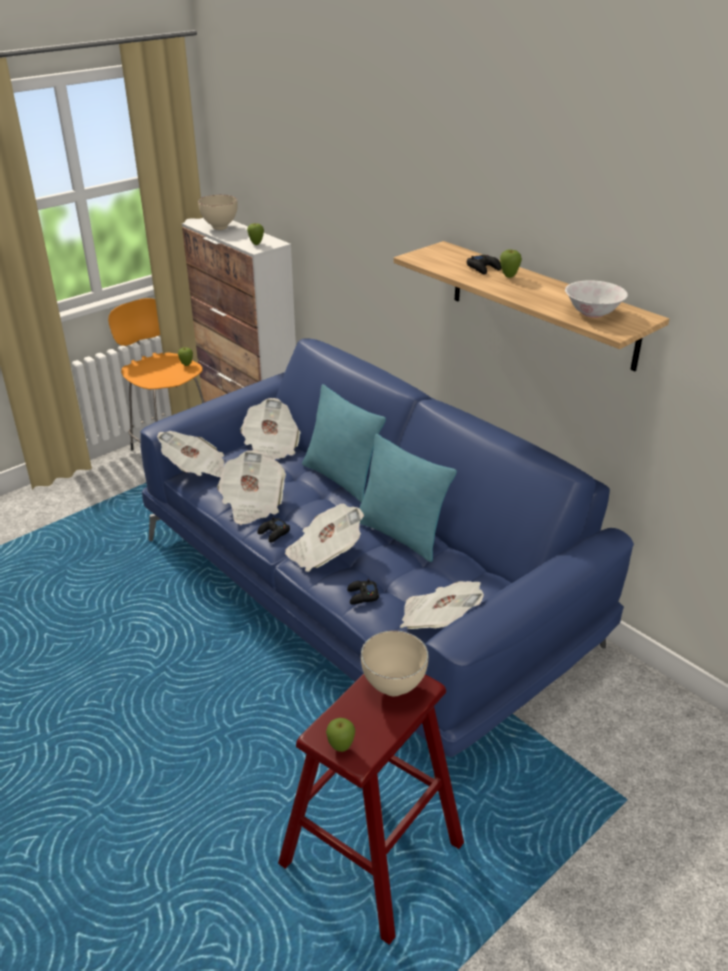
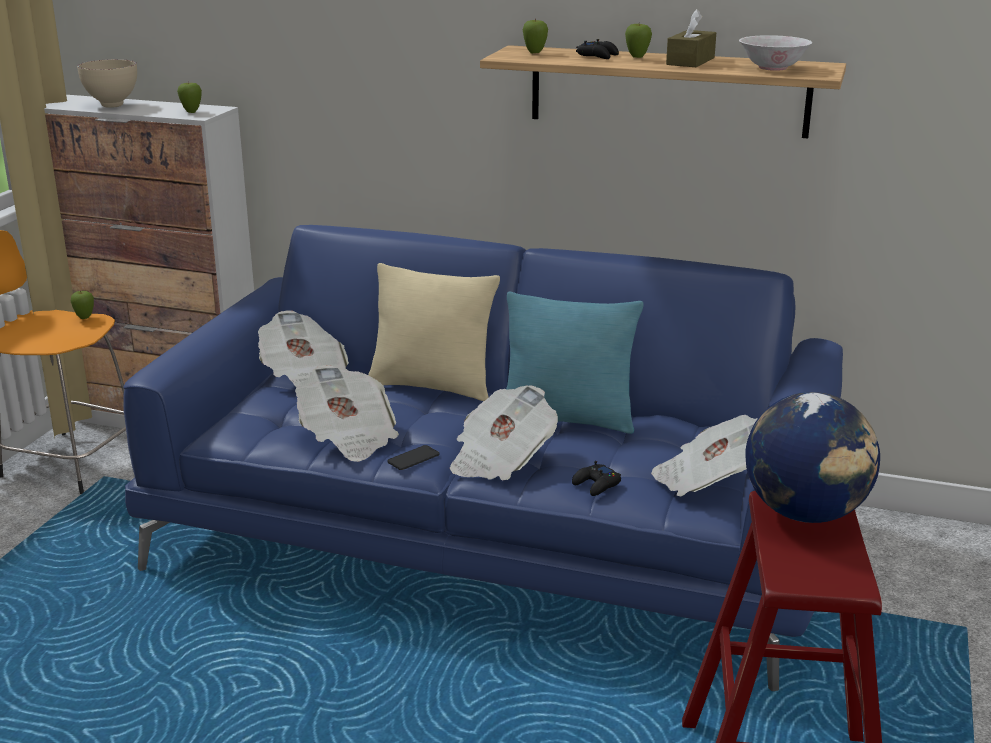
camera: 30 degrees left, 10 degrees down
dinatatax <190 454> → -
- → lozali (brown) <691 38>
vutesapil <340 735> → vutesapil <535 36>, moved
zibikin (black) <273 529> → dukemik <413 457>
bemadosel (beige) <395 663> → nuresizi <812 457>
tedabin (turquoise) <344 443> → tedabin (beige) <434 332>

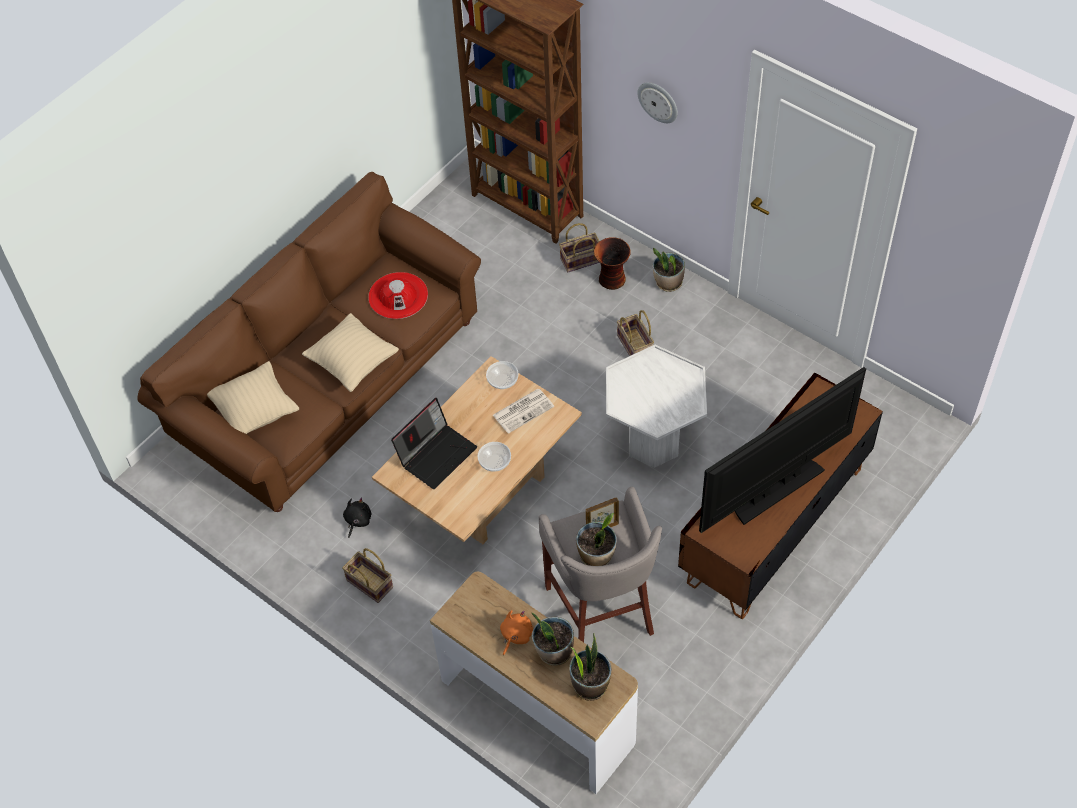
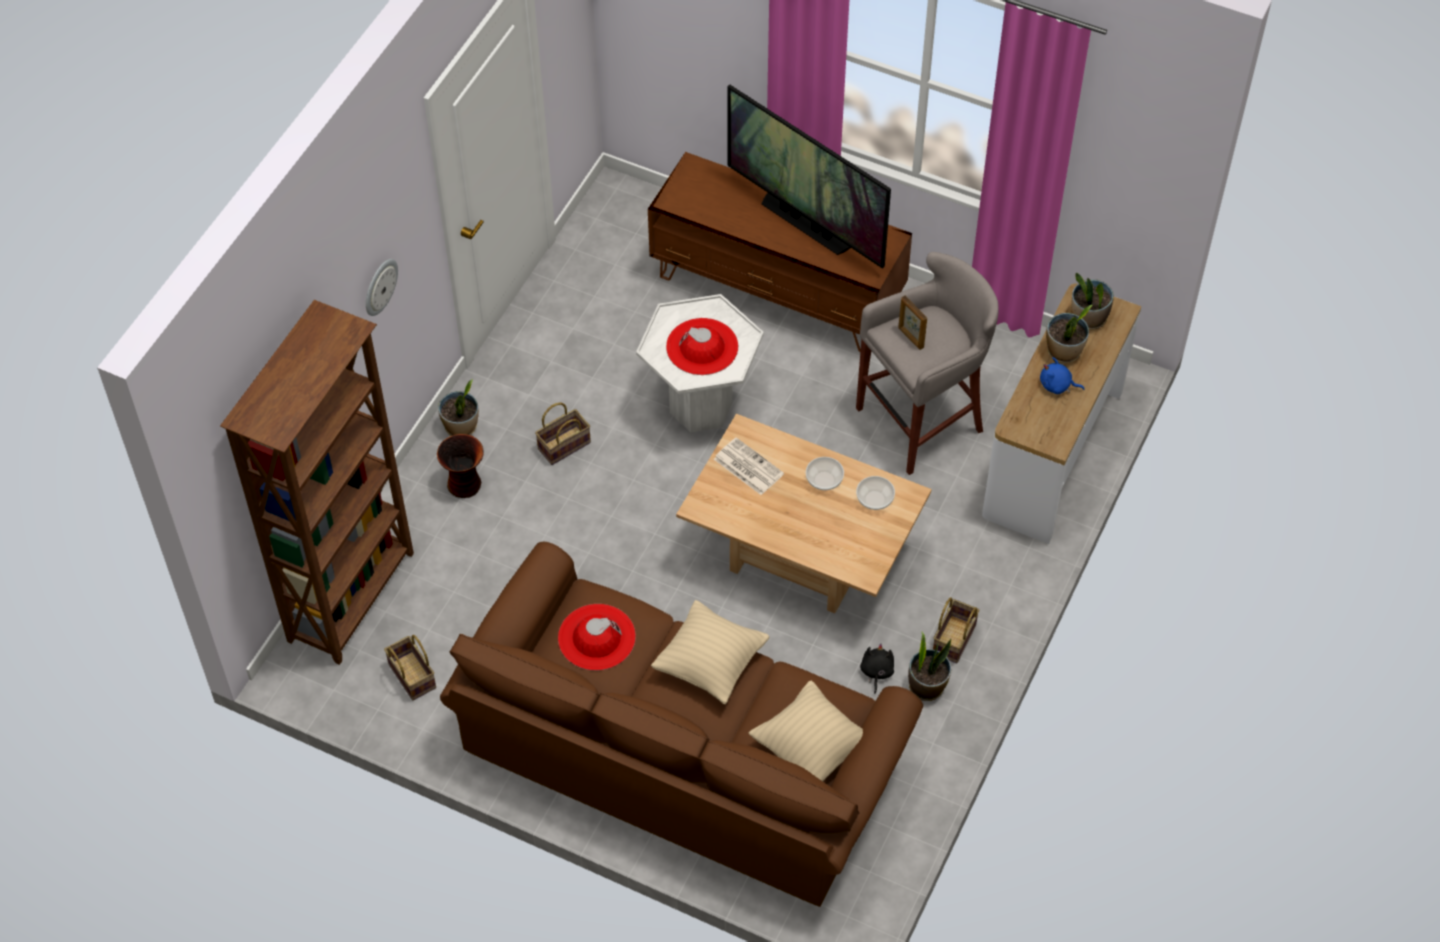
camera: 105 degrees left, 0 degrees up
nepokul <434 443> → -
- → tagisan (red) <702 346>
bemadosel <502 375> → bemadosel <875 493>, moved
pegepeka <579 247> → pegepeka <410 668>, moved
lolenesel <596 539> → lolenesel <929 666>, moved
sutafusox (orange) <516 633> → sutafusox (blue) <1062 375>
sutafusox (black) <357 518> → sutafusox (black) <877 669>, 90 degrees clockwise

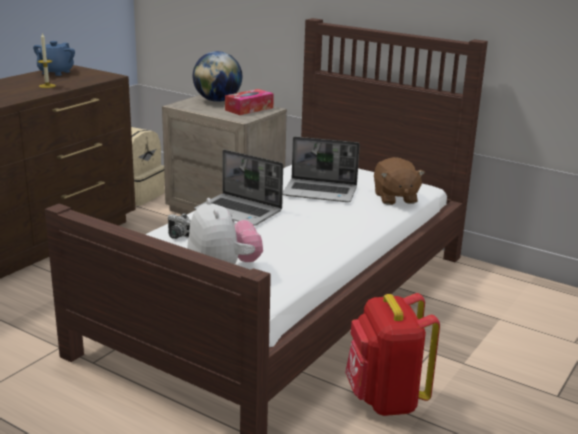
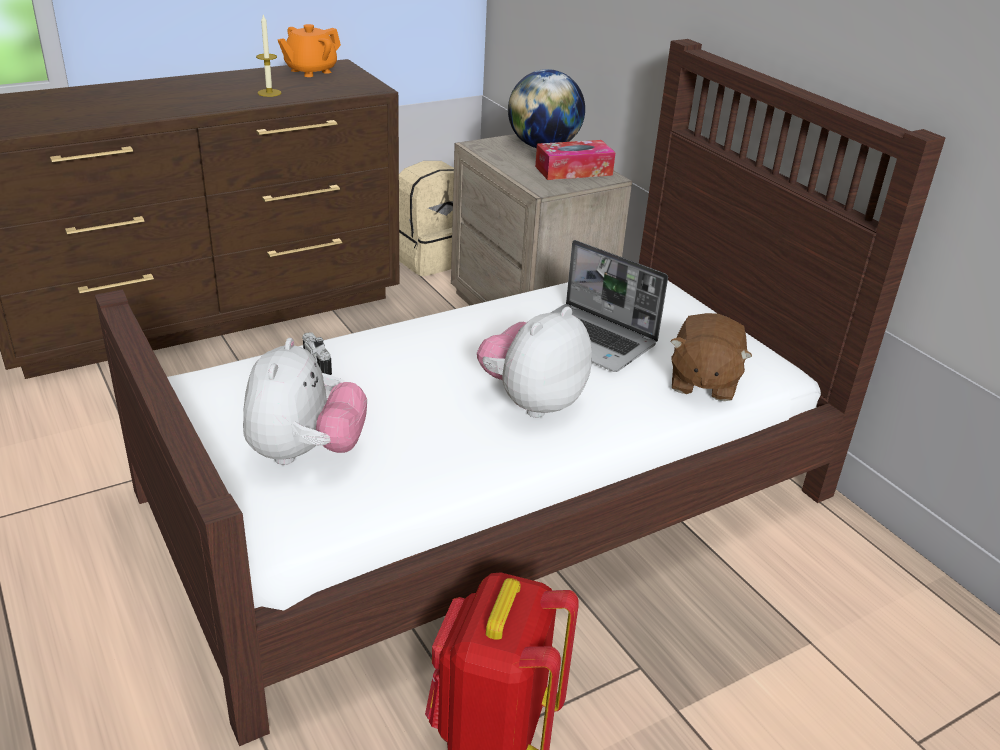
camera: 25 degrees right, 10 degrees up
nepokul <238 188> → -
- → sutafusox <534 362>
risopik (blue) <54 58> → risopik (orange) <309 50>

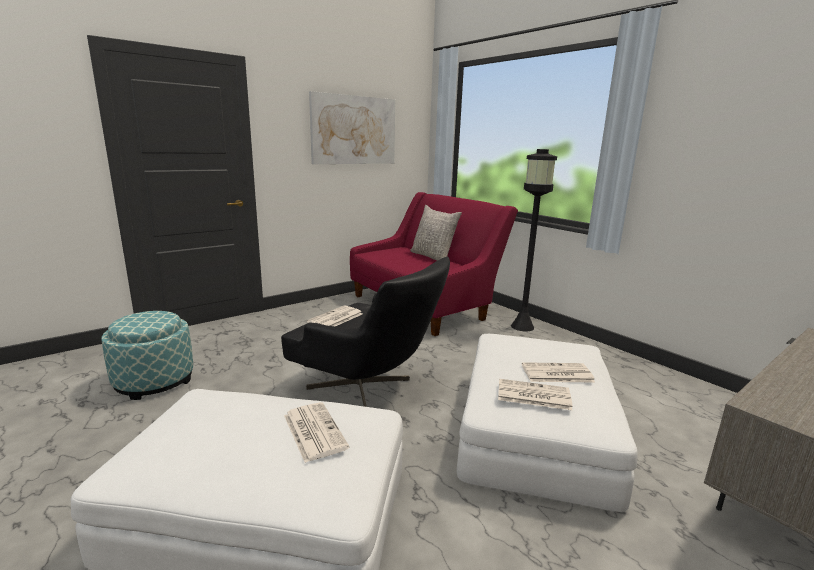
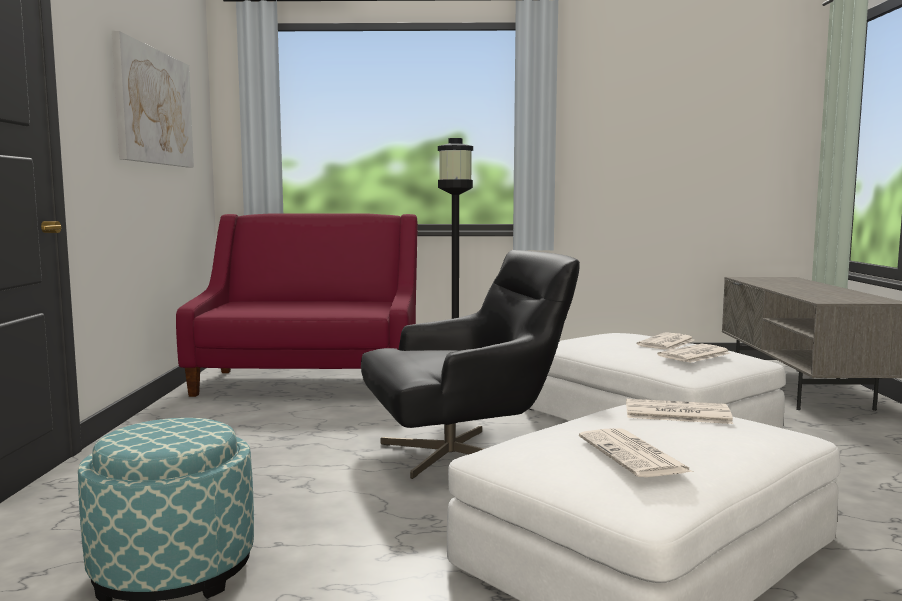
camera: 50 degrees left, 10 degrees down
tedabin (grey) <436 233> → -
dinatatax <334 316> → dinatatax <636 452>, moved

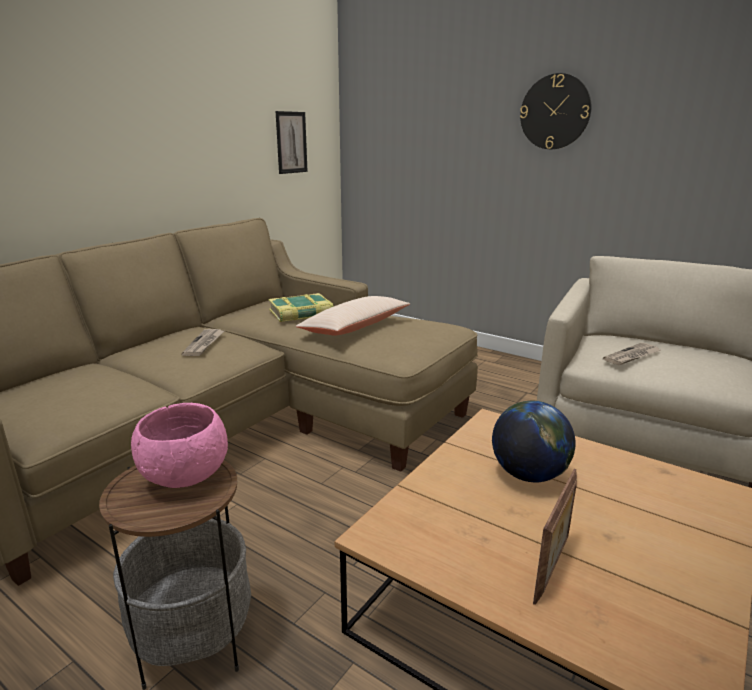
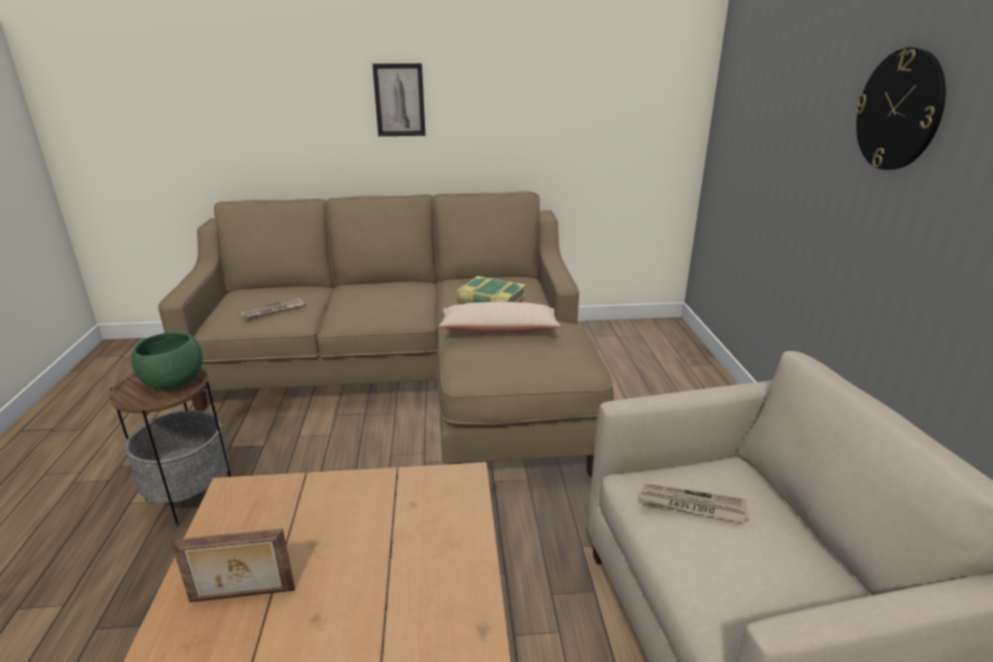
camera: 50 degrees right, 5 degrees up
nuresizi <534 441> → -
dinatatax <202 342> → dinatatax <272 309>, moved
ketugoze <292 142> → ketugoze <398 99>, moved
bemadosel (pink) <179 445> → bemadosel (green) <167 360>

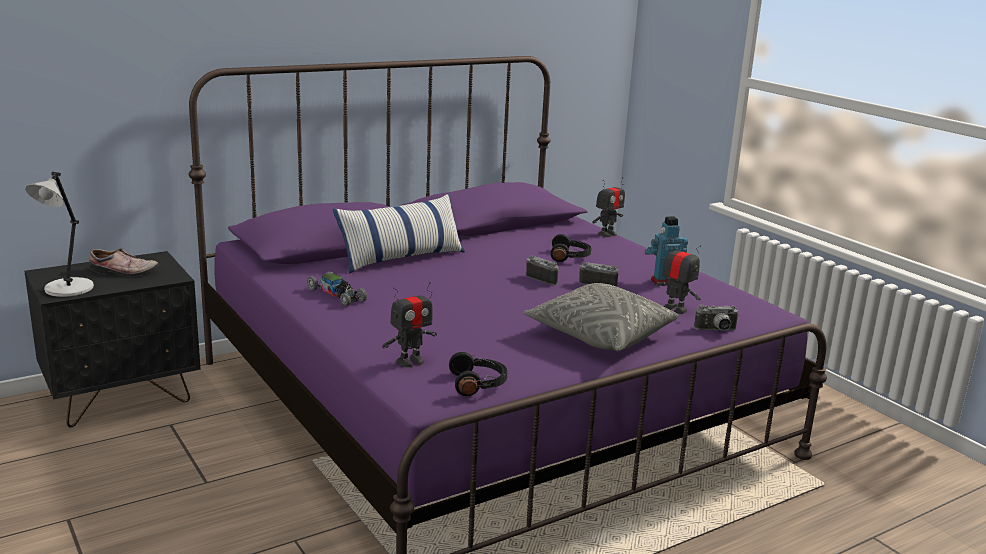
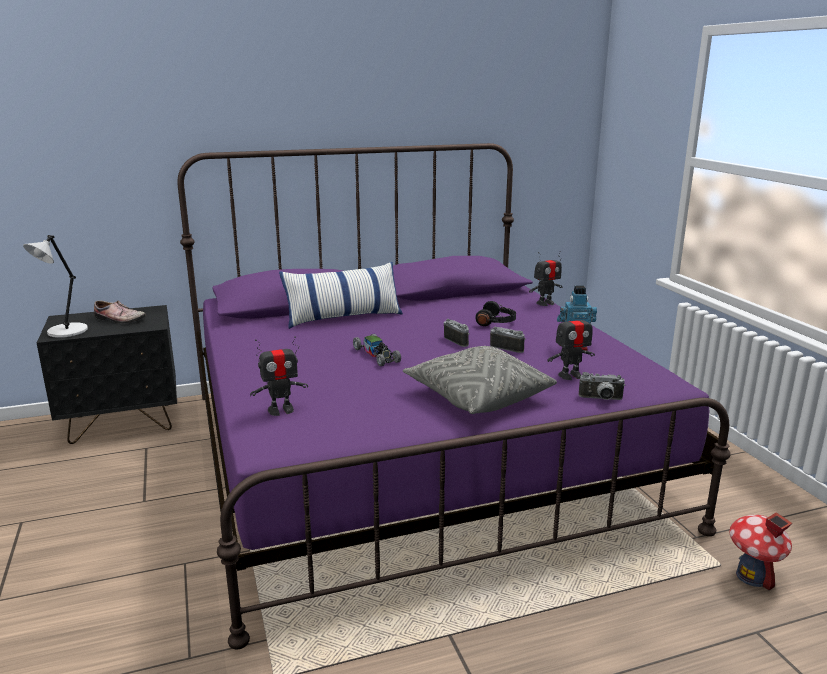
camera: 15 degrees right, 0 degrees up
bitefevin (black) <478 374> → -
- → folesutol <760 551>
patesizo <337 289> → patesizo <377 350>, moved
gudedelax <677 276> → gudedelax <571 344>, 105 degrees clockwise

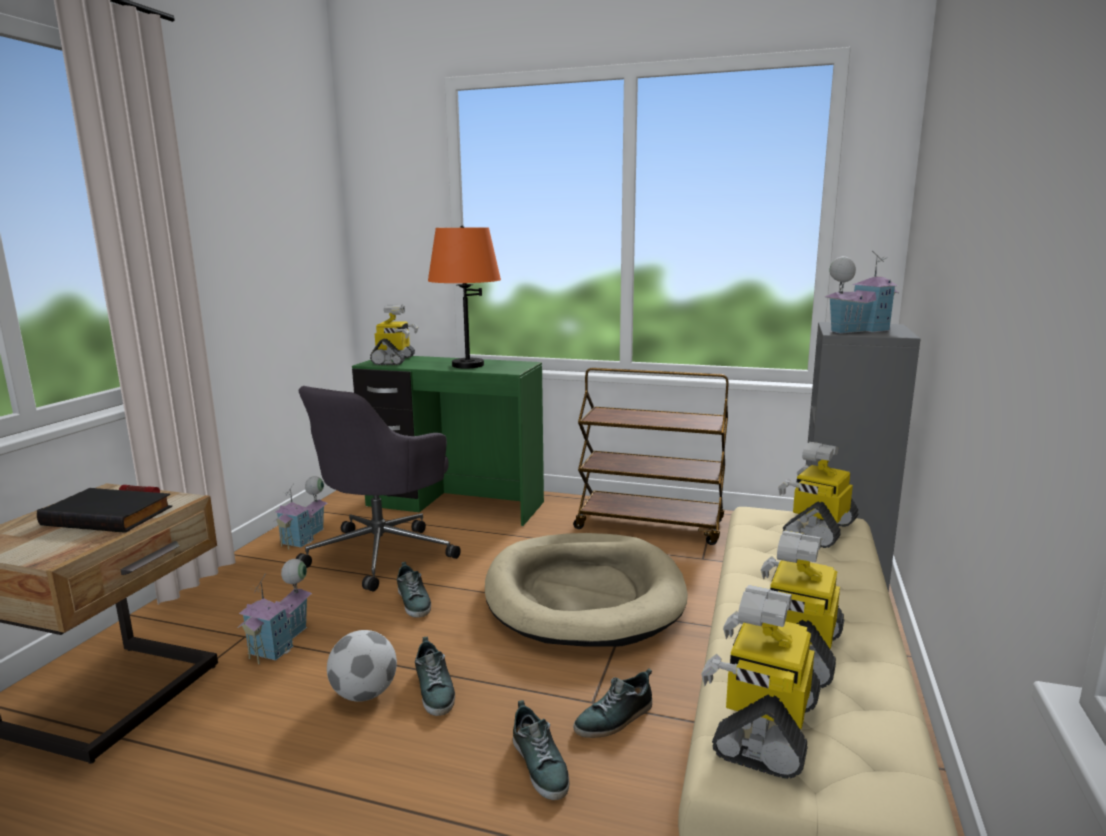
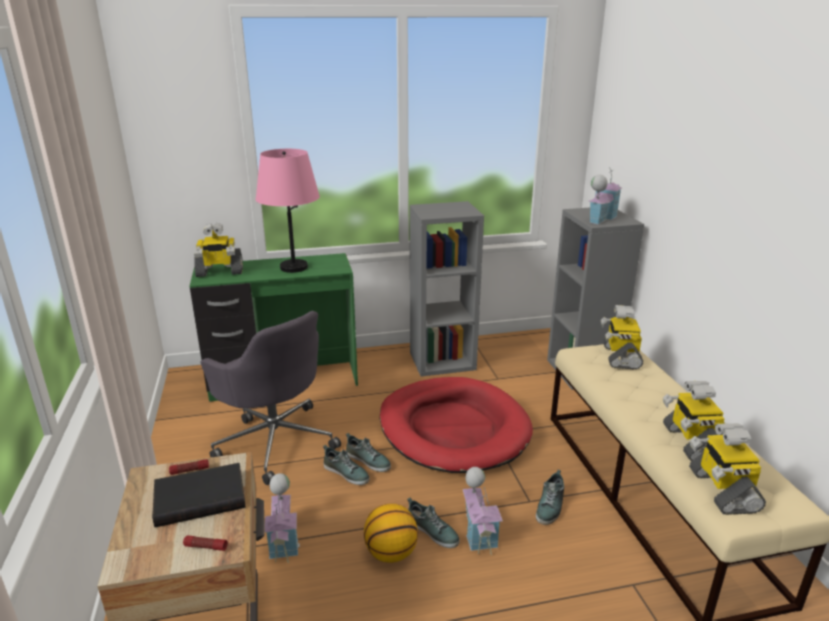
camera: 30 degrees left, 10 degrees up
- → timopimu <205 543>
folesutol <300 512> → folesutol <483 511>, moved
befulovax <541 750> → befulovax <368 452>, moved
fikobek <362 666> → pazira <391 533>
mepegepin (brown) <650 456> → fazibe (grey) <447 289>
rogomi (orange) <464 297> → rogomi (pink) <288 211>
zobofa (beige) <586 590> → zobofa (red) <456 425>
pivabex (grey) <378 488> → pivabex (grey) <270 398>, 45 degrees counterclockwise
gudedelax <394 334> → gudedelax <218 250>, 105 degrees clockwise

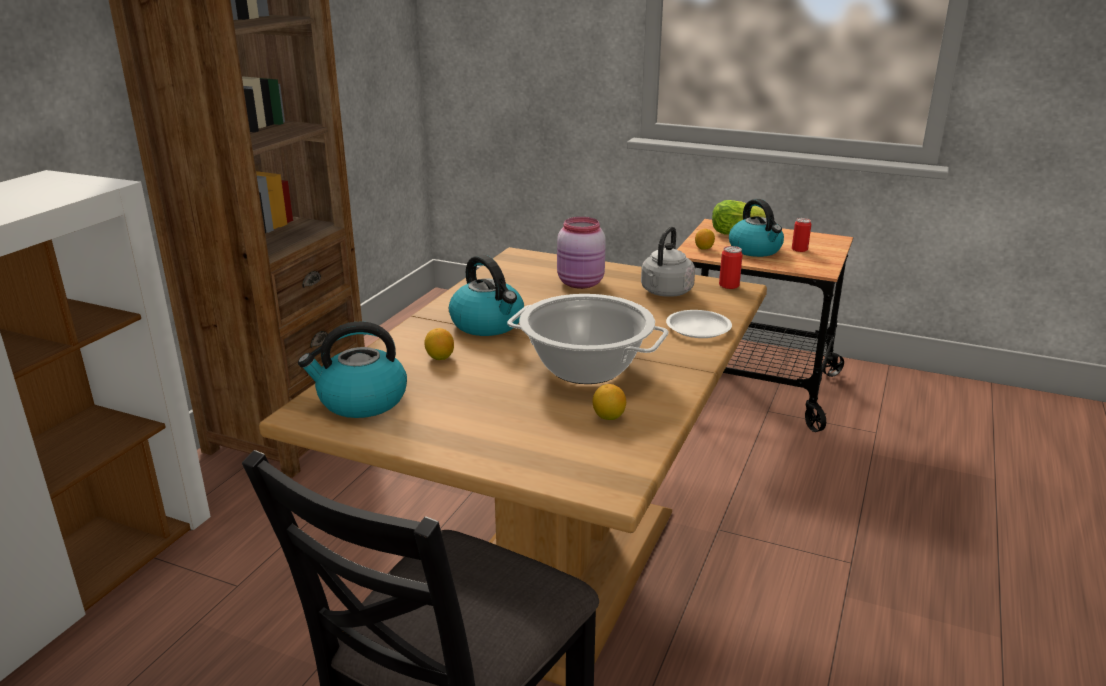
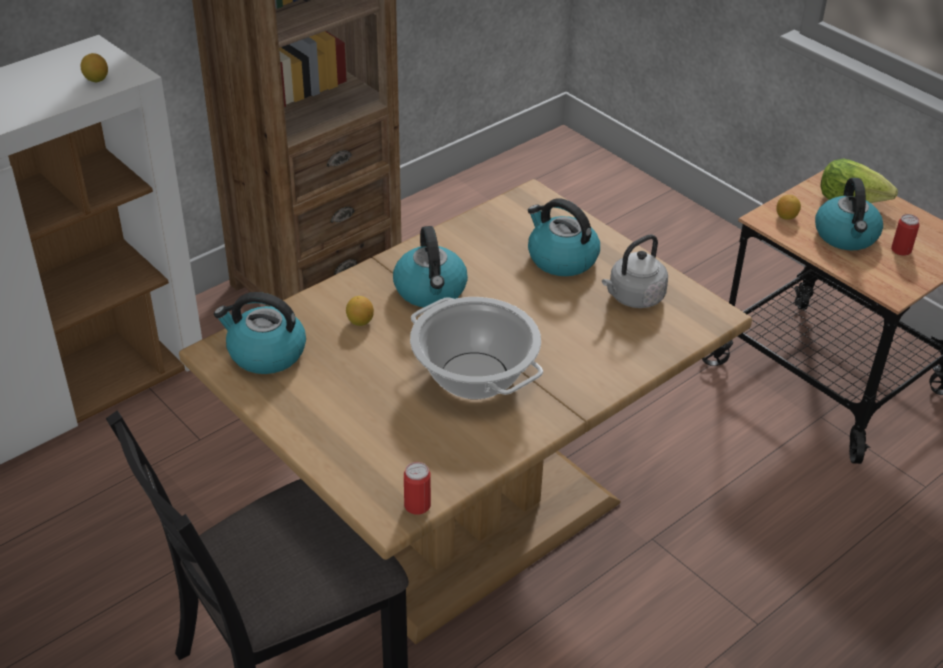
camera: 25 degrees right, 15 degrees up
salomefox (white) <699 324> → -
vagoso <609 402> → vagoso <94 67>, moved
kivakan <731 267> → kivakan <417 488>, moved
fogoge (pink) <581 253> → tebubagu <564 237>

